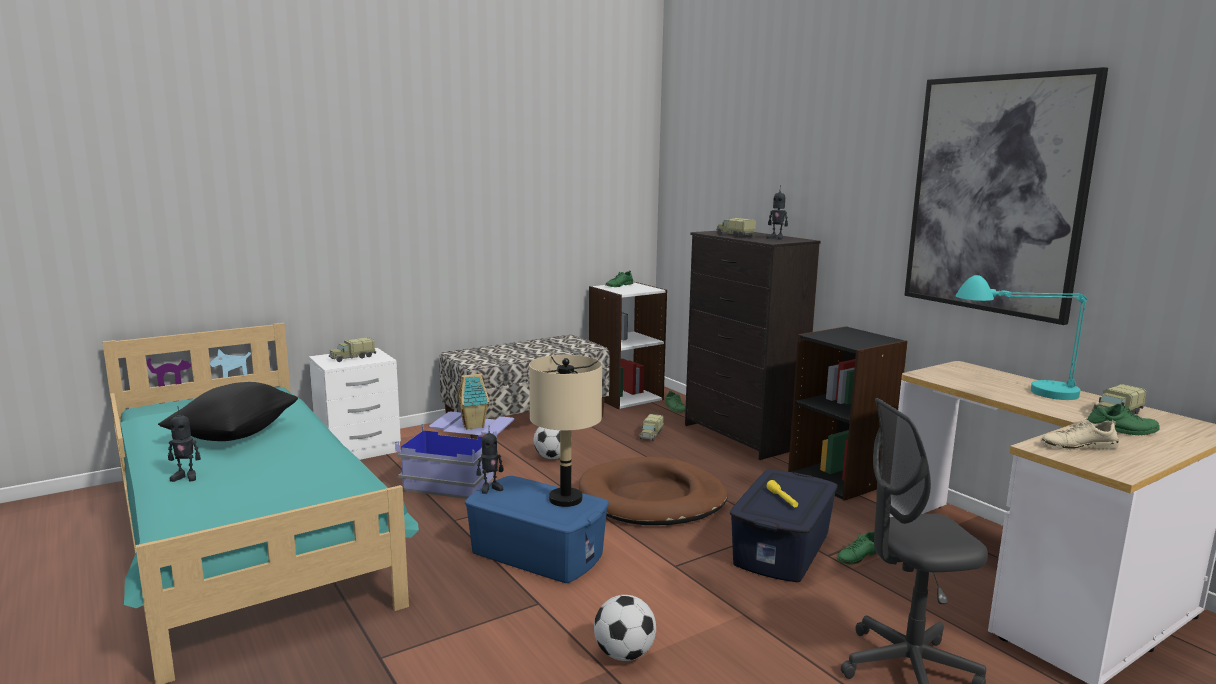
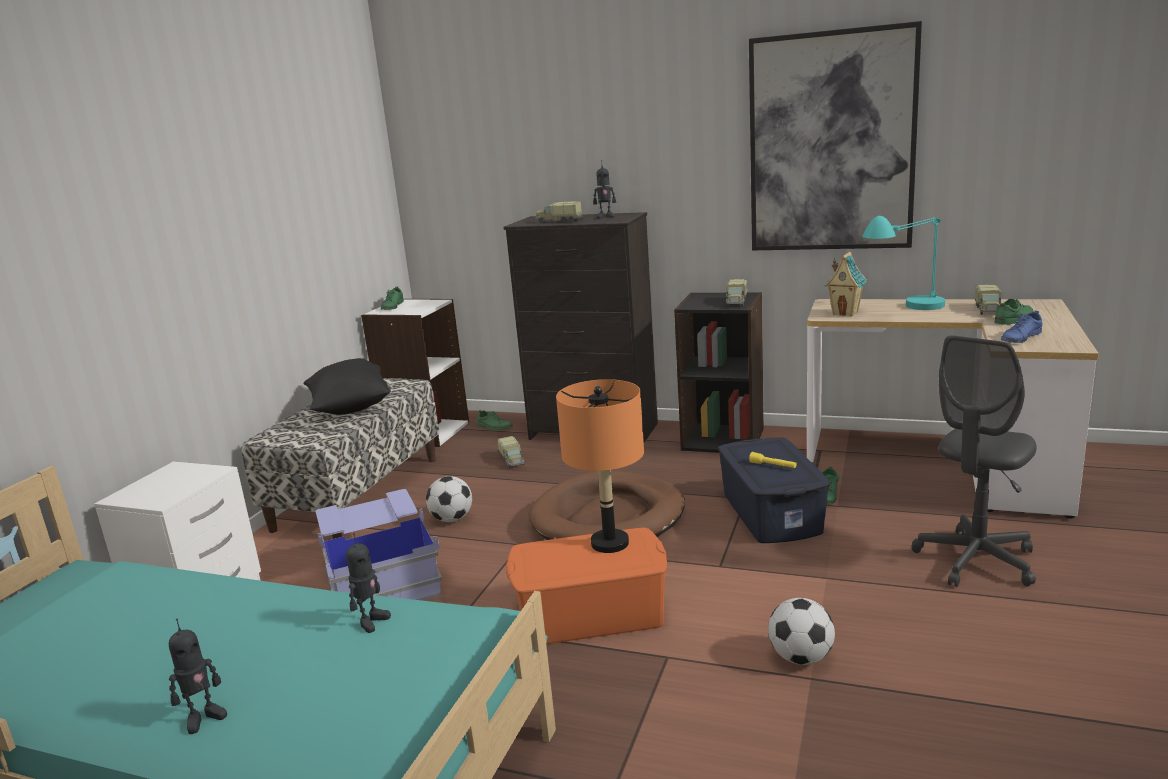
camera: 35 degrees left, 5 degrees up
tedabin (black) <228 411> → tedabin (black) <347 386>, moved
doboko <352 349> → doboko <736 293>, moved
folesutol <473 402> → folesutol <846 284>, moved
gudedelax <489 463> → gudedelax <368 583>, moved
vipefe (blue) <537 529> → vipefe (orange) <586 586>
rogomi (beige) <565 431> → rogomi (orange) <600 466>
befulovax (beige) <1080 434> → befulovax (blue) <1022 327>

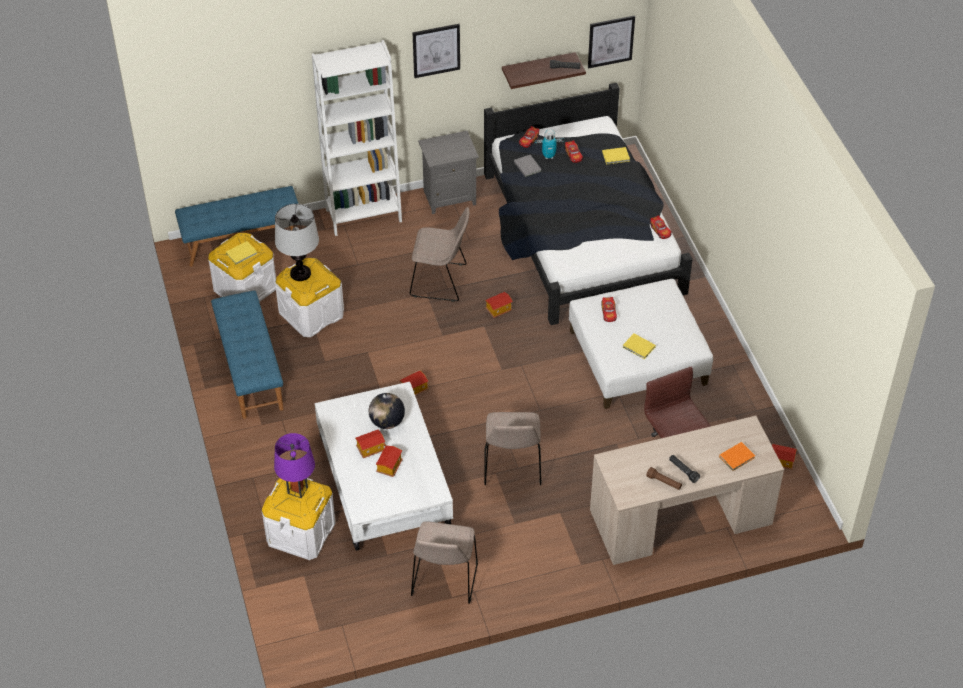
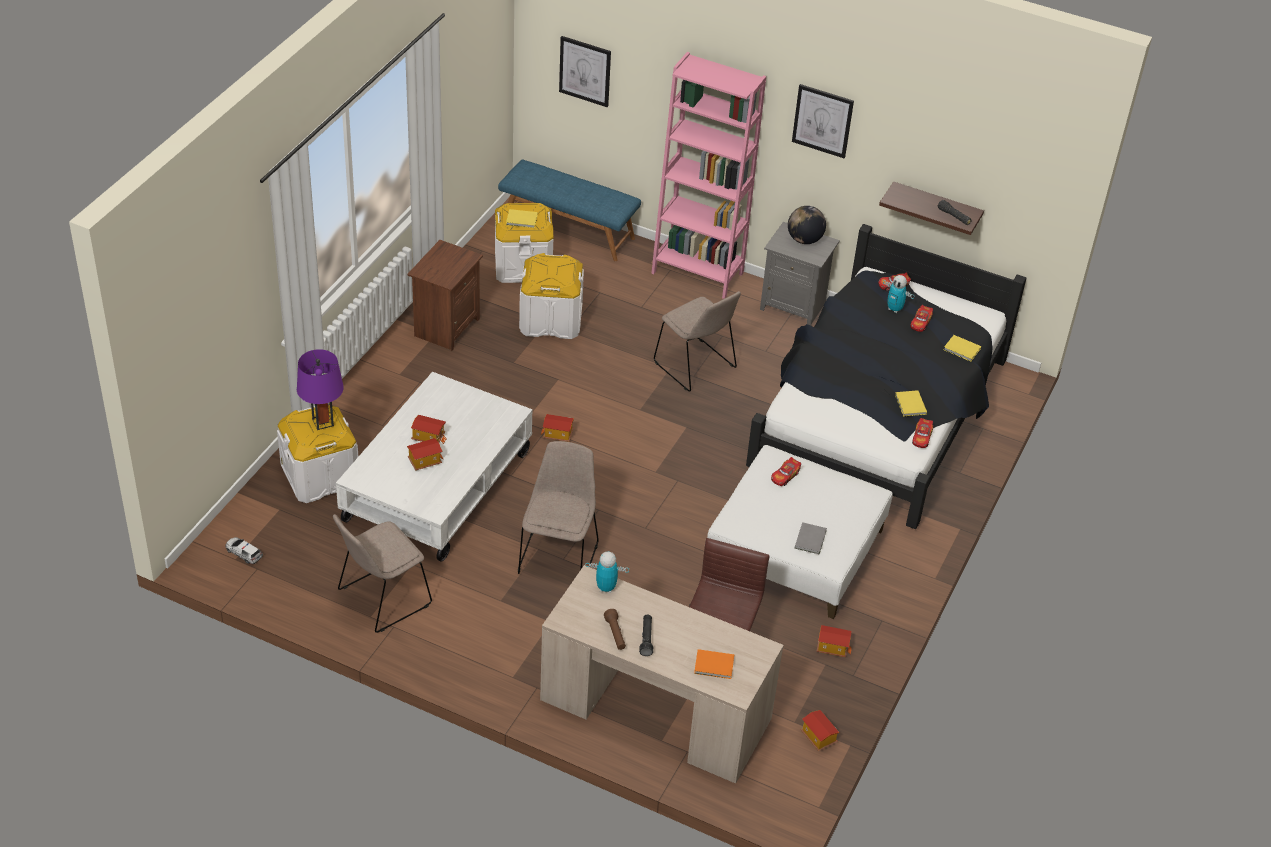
camera: 40 degrees right, 5 degrees down
rogomi <297 242> → -
- → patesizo <244 550>
- → gudedelax <607 572>
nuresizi <387 411> → nuresizi <807 225>, moved
folesutol <499 305> → folesutol <834 641>, moved
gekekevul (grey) <527 166> → gekekevul (grey) <811 538>, moved
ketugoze <611 41> → ketugoze <585 71>, moved
gekekevul (yellow) <639 346> → gekekevul (yellow) <911 403>, moved
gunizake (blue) <247 355> → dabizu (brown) <445 295>
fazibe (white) <357 138> → fazibe (pink) <708 175>
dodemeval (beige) <513 448> → dodemeval (beige) <558 507>, 150 degrees clockwise

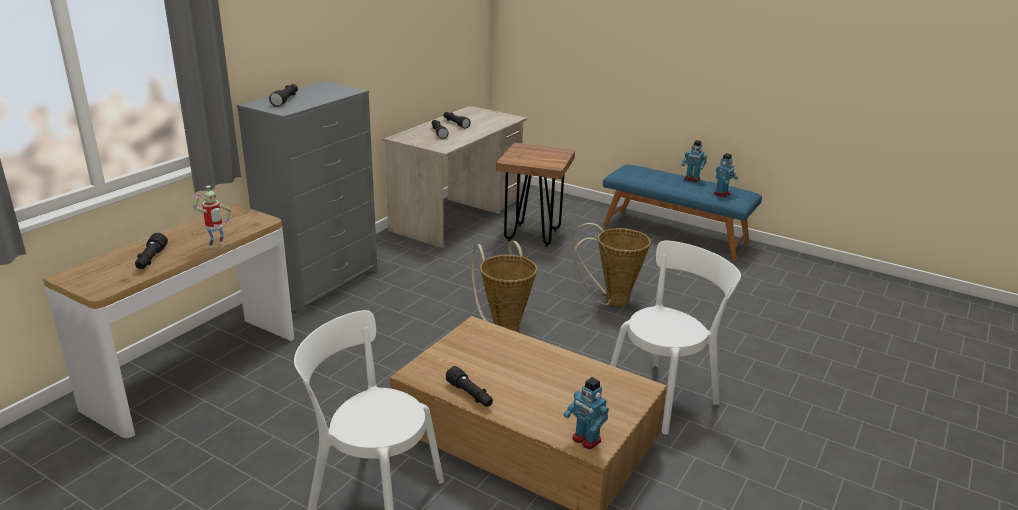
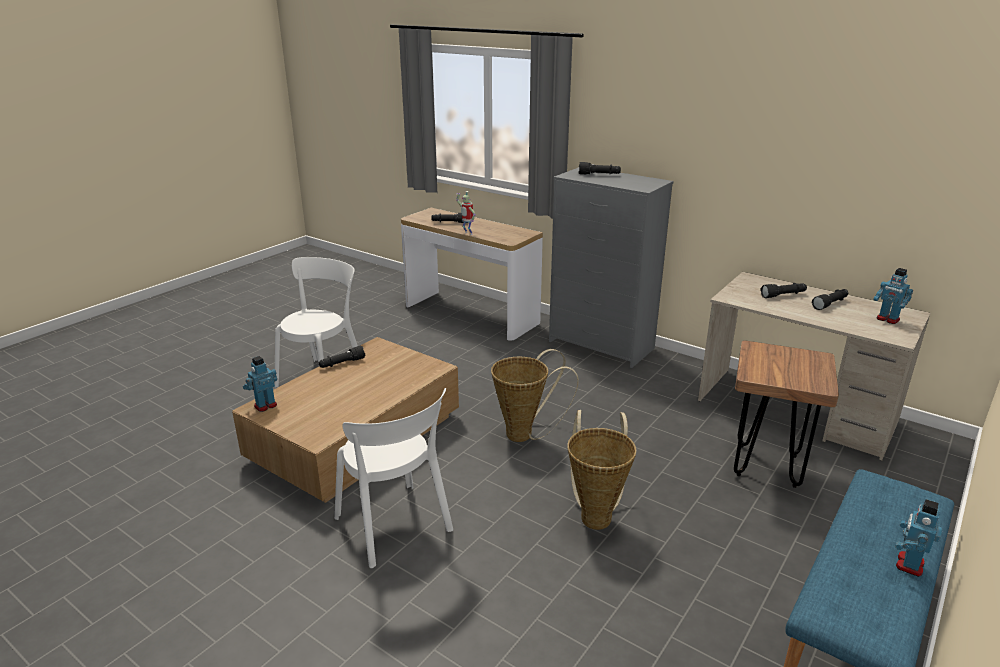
camera: 95 degrees right, 0 degrees up
gudedelax <726 175> → gudedelax <893 296>, moved

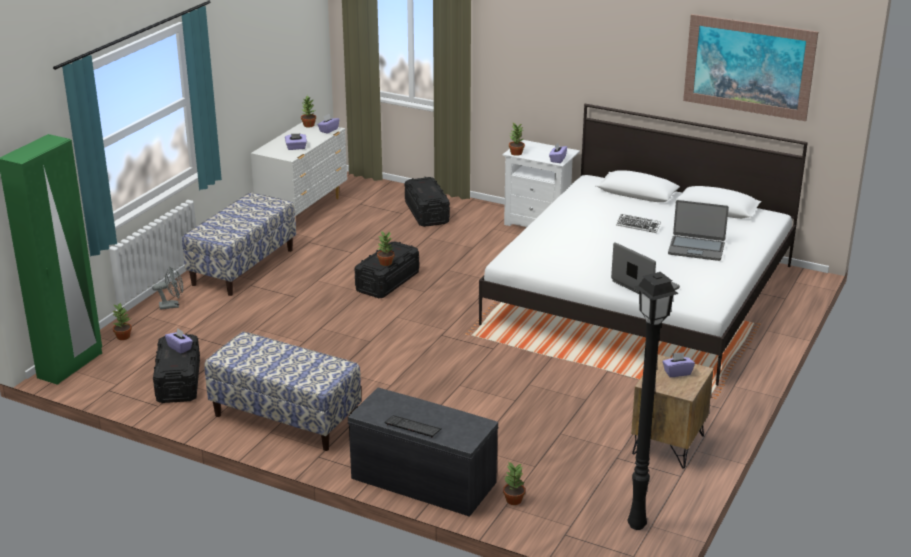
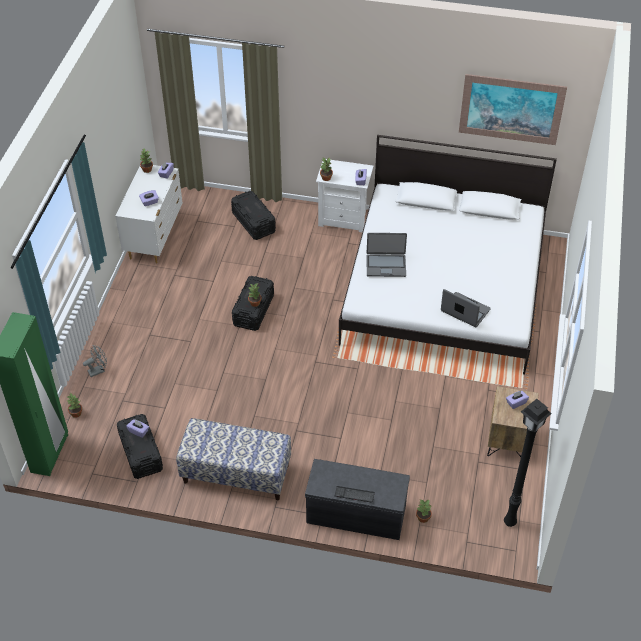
camera: 15 degrees left, 20 degrees up
gunizake <239 244> → -
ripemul <638 223> → -
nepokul <698 230> → nepokul <386 255>, moved

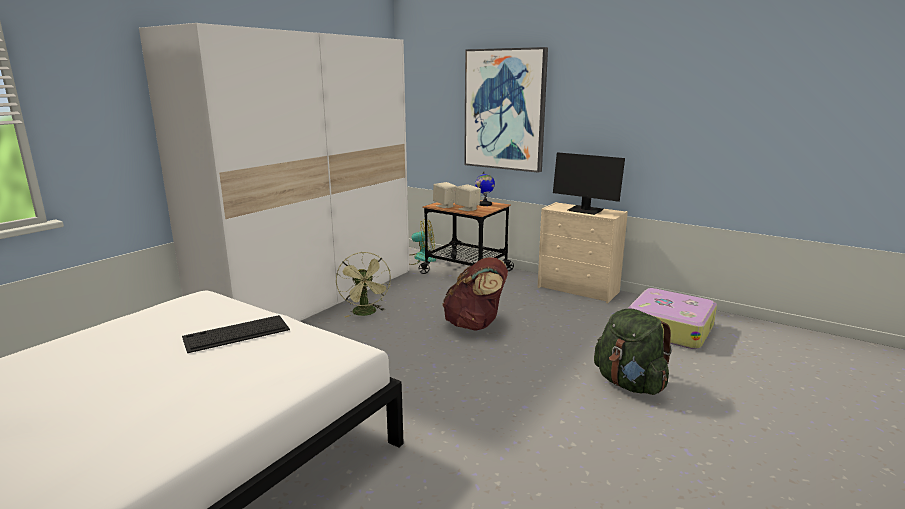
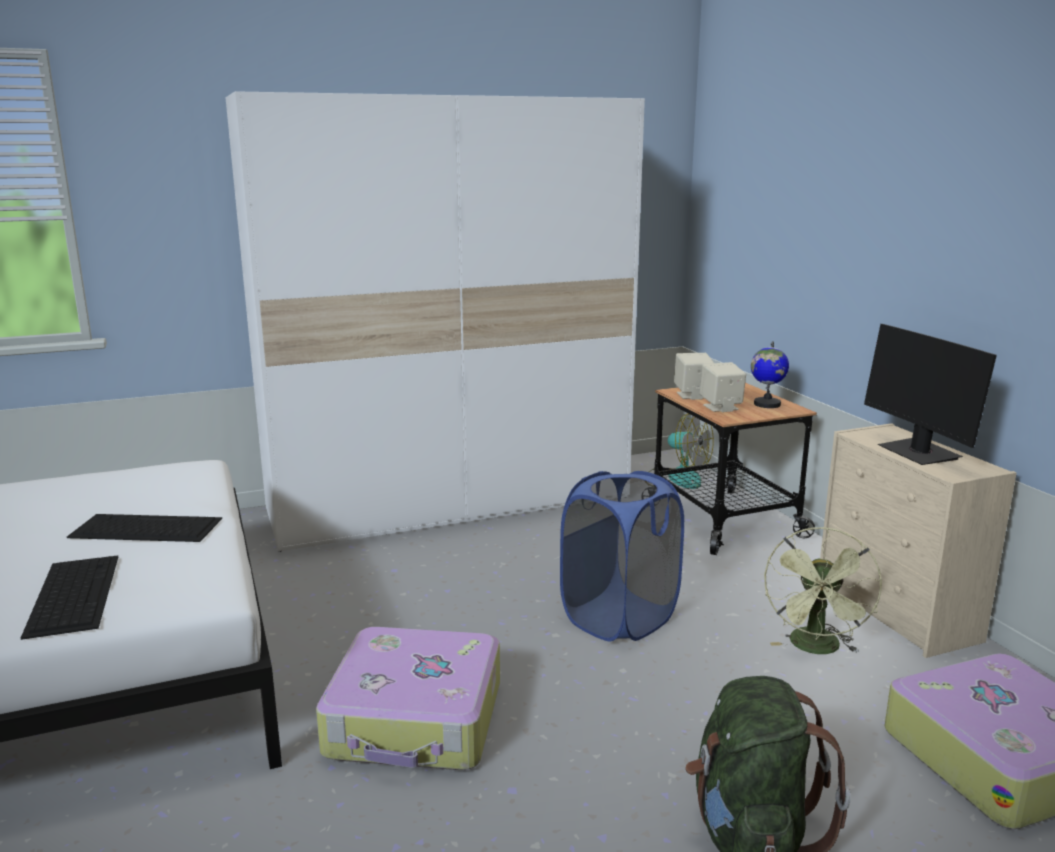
camera: 35 degrees right, 0 degrees up
ketugoze <506 110> → -
- → ripemul <69 598>
- → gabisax <408 698>
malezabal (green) <363 285> → malezabal (green) <823 590>, moved
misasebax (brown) <475 294> → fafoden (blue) <622 556>

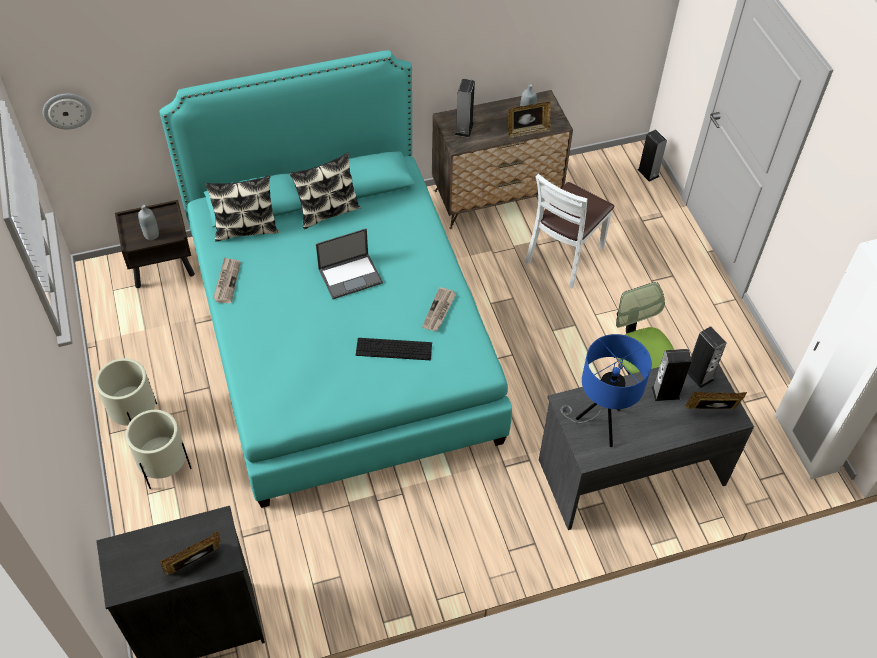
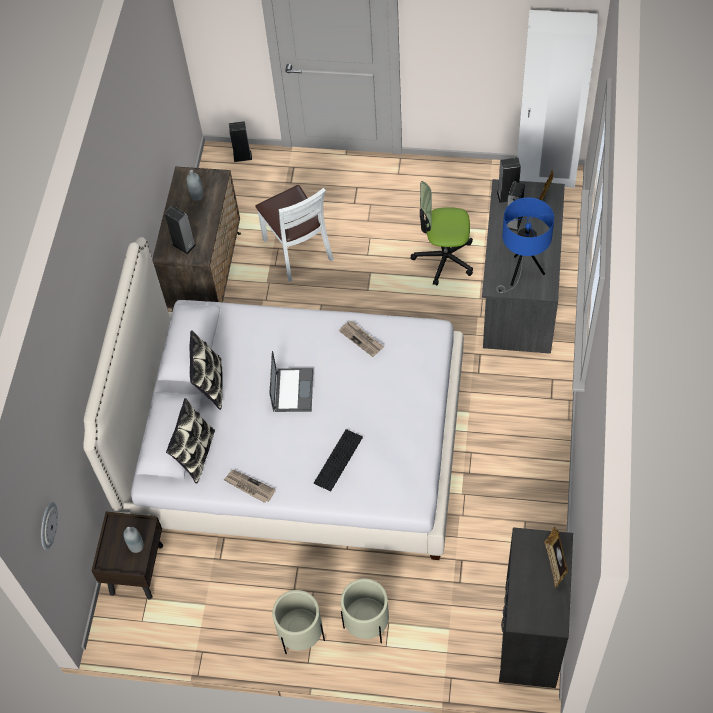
camera: 60 degrees left, 5 degrees up
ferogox <529 120> → -
ripemul <394 349> → ripemul <338 460>, moved
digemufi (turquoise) <335 279> → digemufi (white) <273 398>

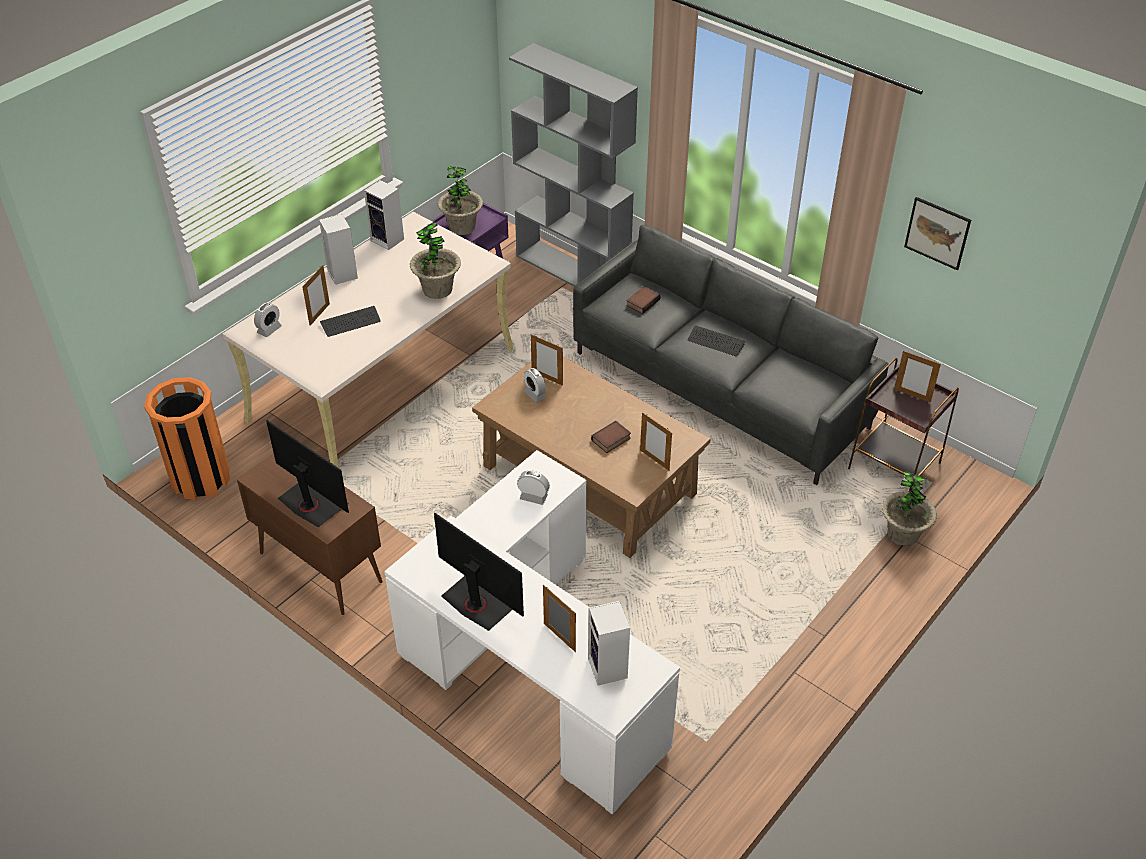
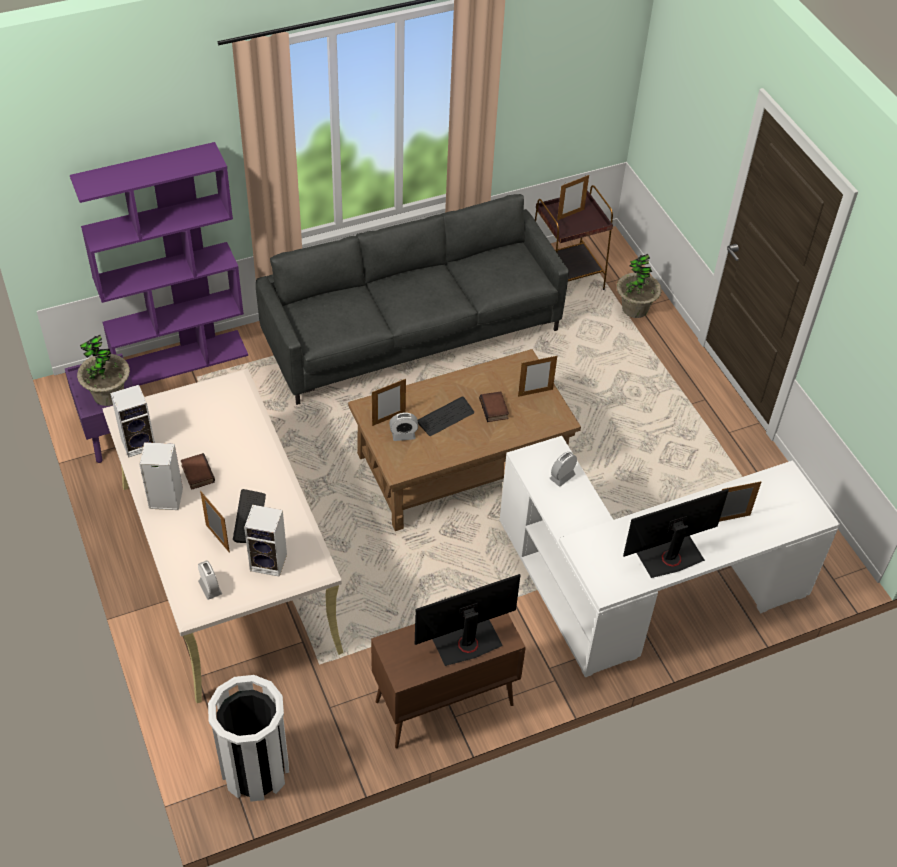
camera: 65 degrees left, 5 degrees up
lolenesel <435 260> → -
ketugoze <937 233> → -
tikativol <609 643> → tikativol <265 541>, moved
gekekevul <643 300> → gekekevul <198 471>, moved
ripemul <717 340> → ripemul <446 416>, moved
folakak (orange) <187 438> → folakak (white) <248 738>
fazibe (grey) <573 165> → fazibe (purple) <159 264>

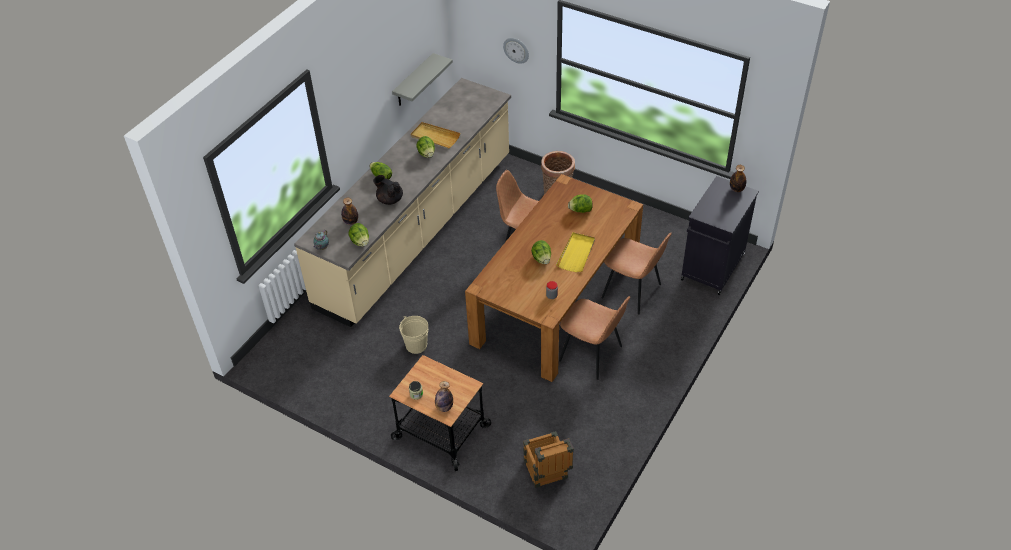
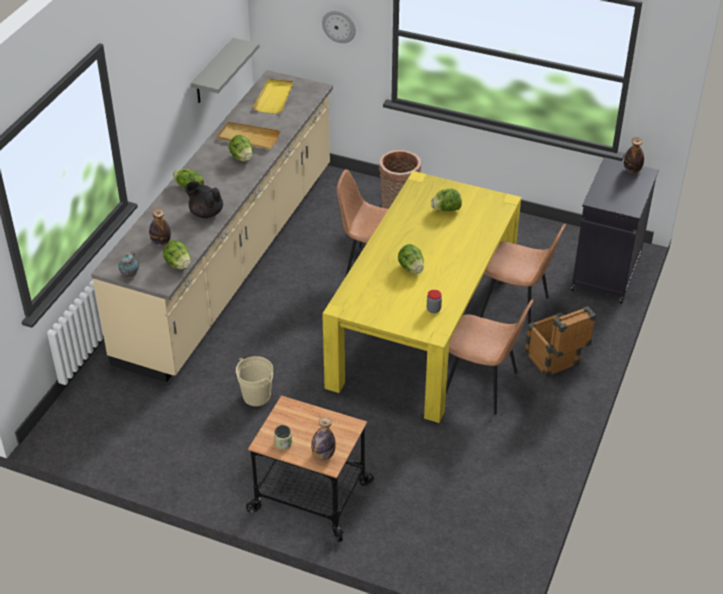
camera: 10 degrees left, 5 degrees down
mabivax <548 459> → mabivax <560 341>, moved
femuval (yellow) <575 252> → femuval (yellow) <273 96>, moved
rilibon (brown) <554 278> → rilibon (yellow) <421 297>

